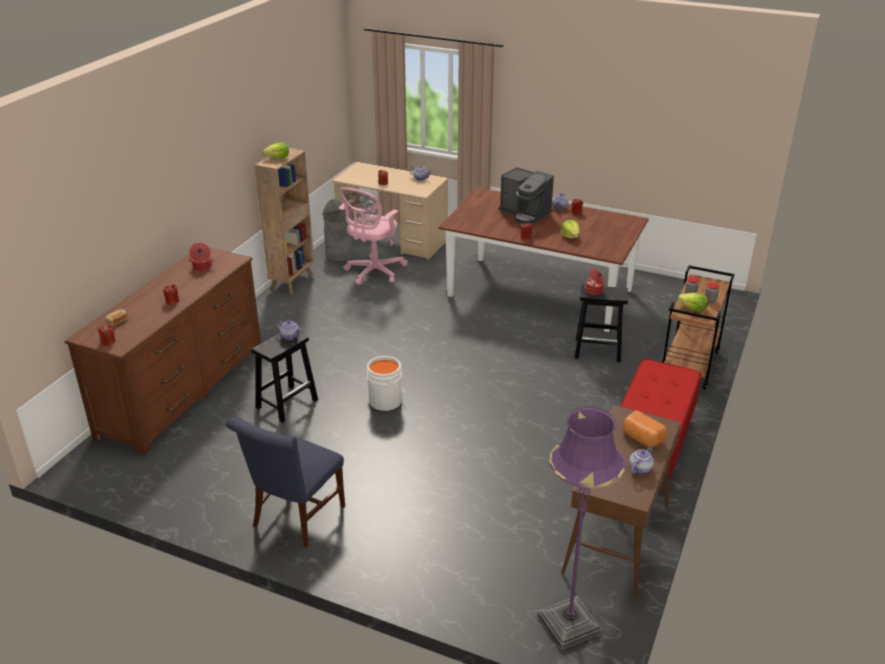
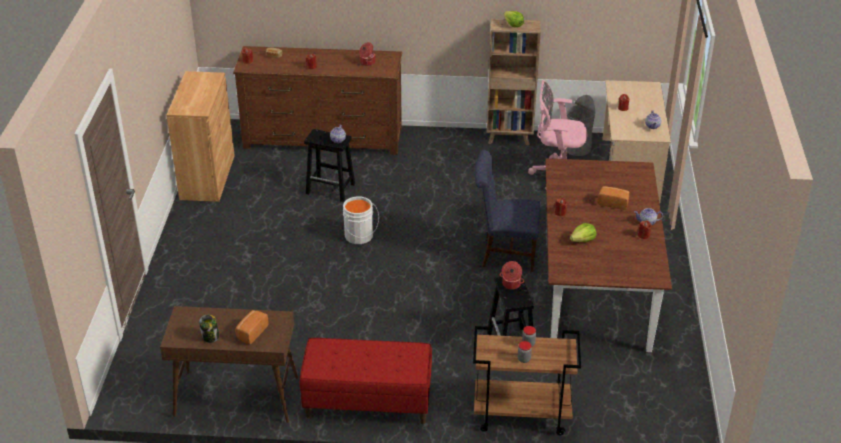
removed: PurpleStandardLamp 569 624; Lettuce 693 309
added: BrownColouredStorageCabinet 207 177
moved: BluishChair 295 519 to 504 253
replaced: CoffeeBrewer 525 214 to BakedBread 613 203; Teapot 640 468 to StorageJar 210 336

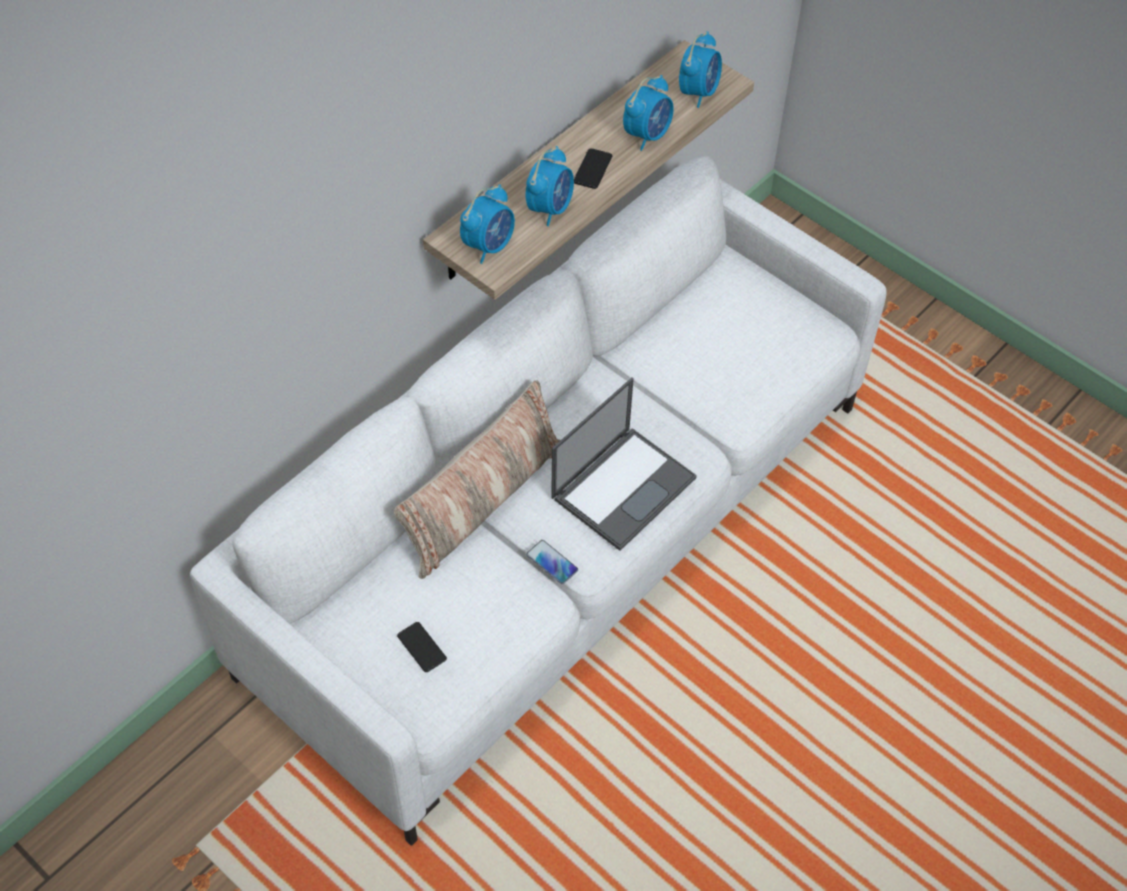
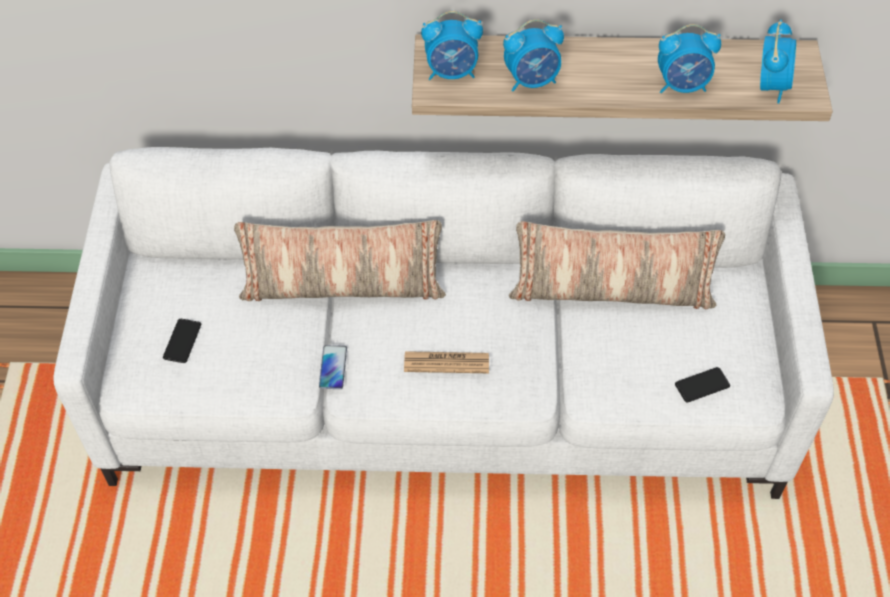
added: ThrowPillow 611 290
moved: Phone 592 169 to 702 385
replaced: PortableComputer 624 486 to Newspaper 446 363
turned: TableClock 698 92 = 771 85 60 degrees counterclockwise

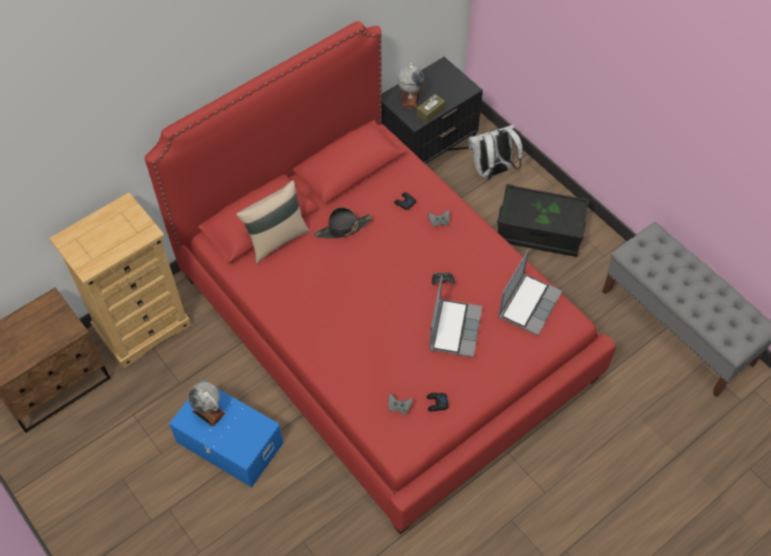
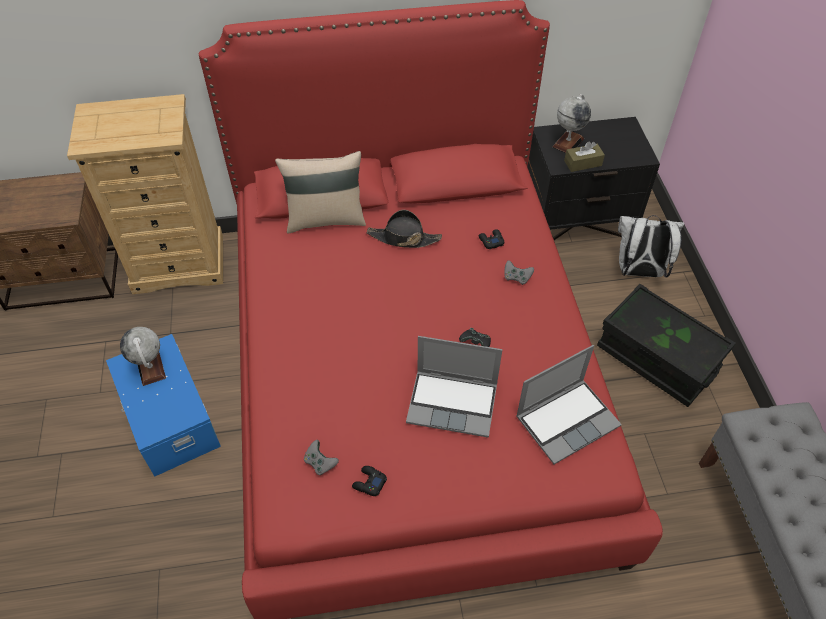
turned: PortableComputer 454 328 = 453 403 60 degrees clockwise

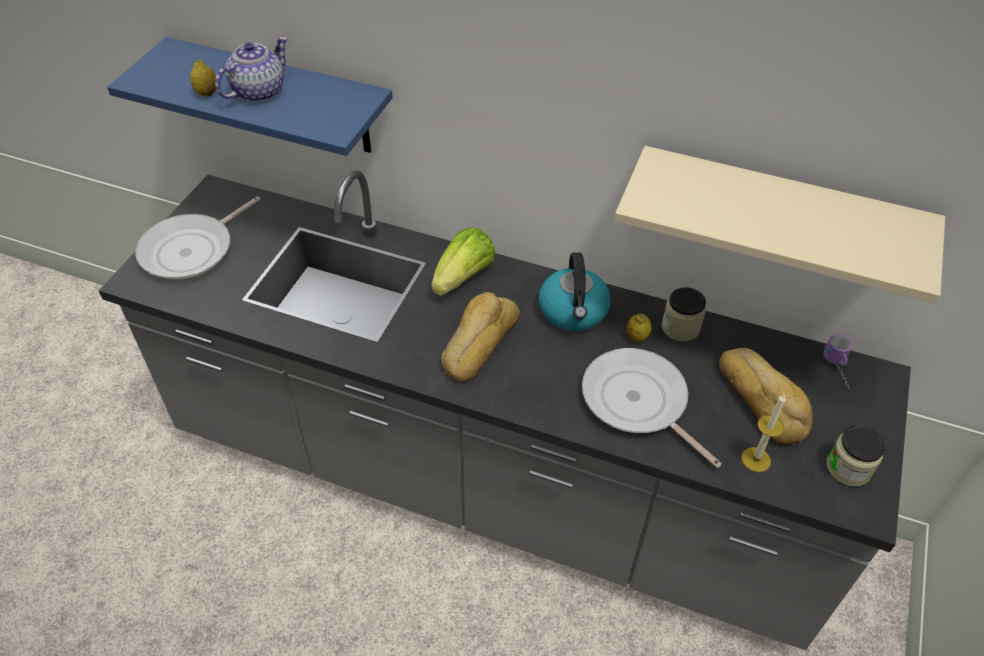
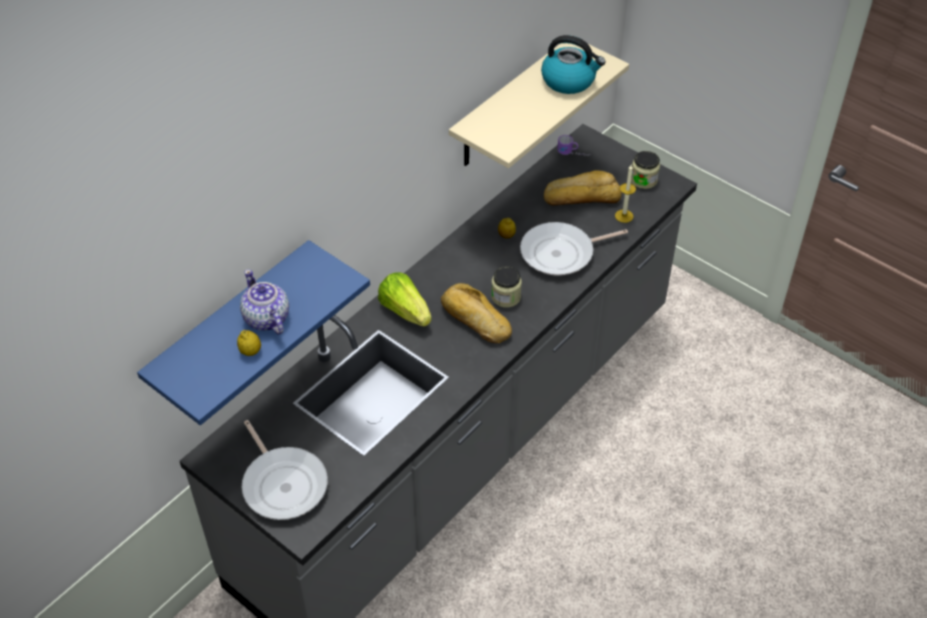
moved: TeaKettle 573 311 to 569 80; StorageJar 680 327 to 506 297

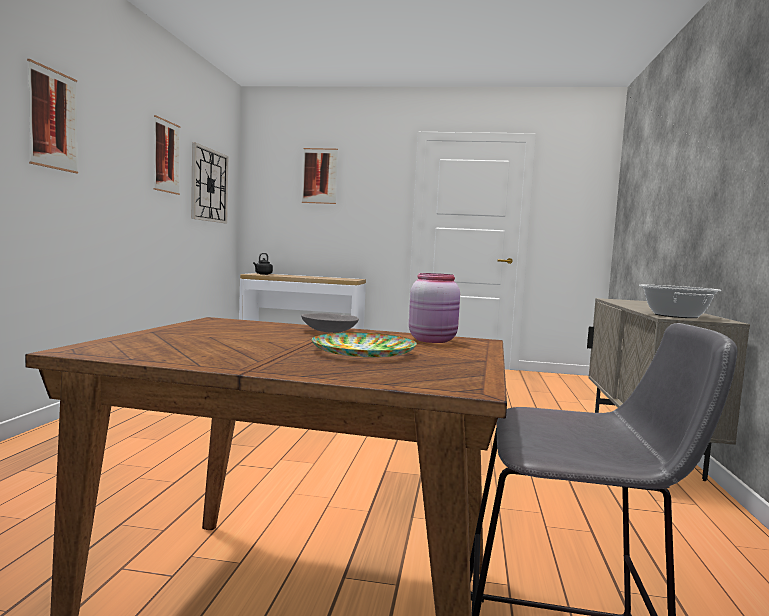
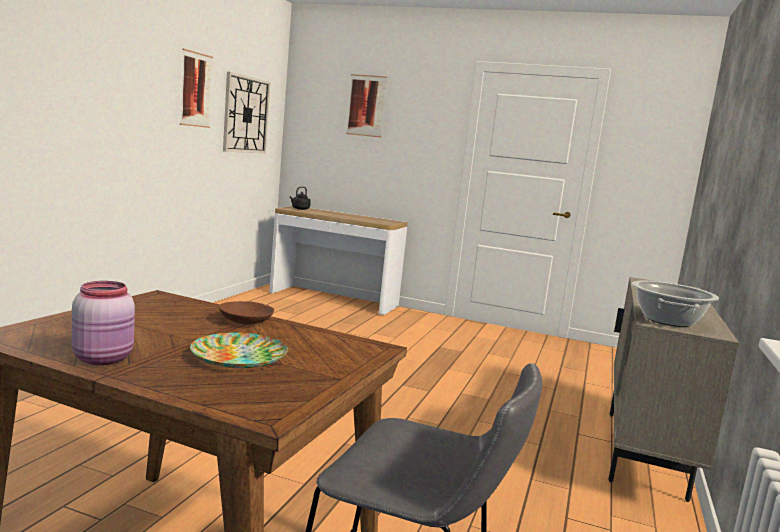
removed: Picture 53 119
moved: PinkStorageJar 433 340 to 104 359
recoloured: GreyDeepDish 330 331 to BrownColouredDeepDish 246 321

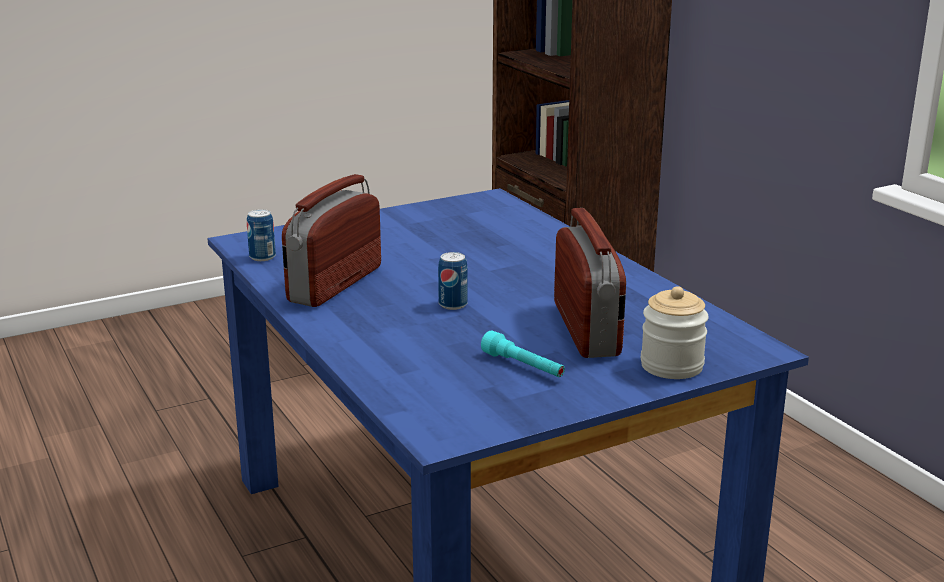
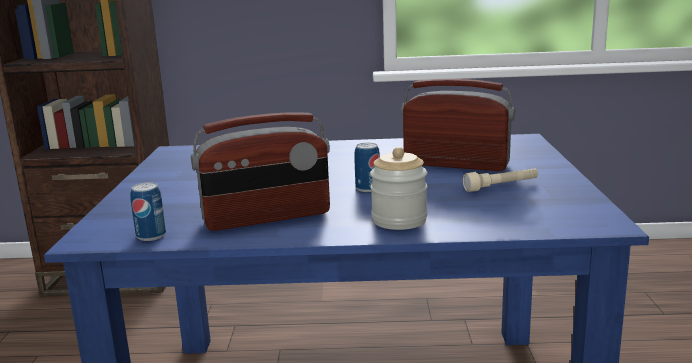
moved: StorageJar 671 366 to 399 220
recoloured: TurquoiseColouredFlashlight 523 367 to BeigeColouredFlashlight 501 187
turned: RadioReceiver 334 284 = 267 218 75 degrees counterclockwise

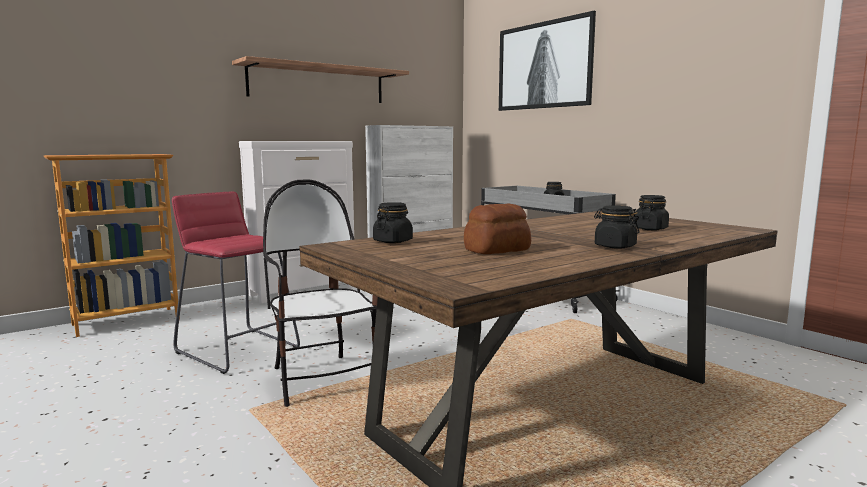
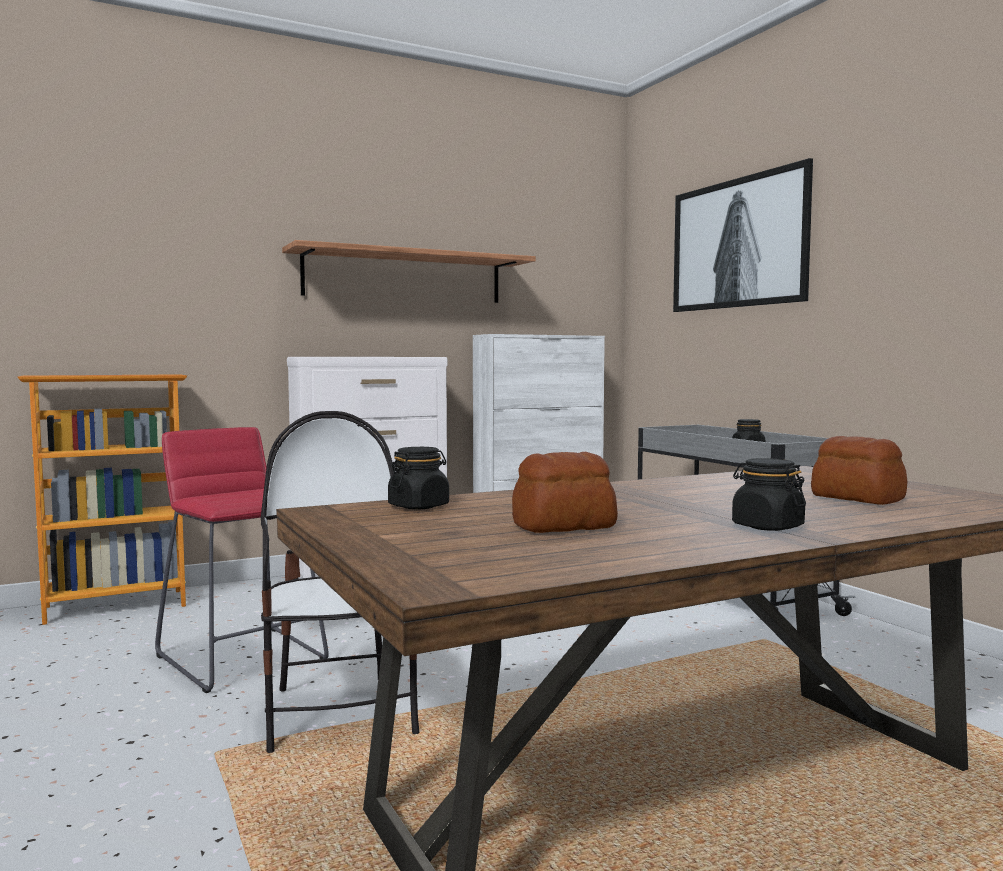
replaced: BlackishStorageJar 650 229 to BakedBread 857 498

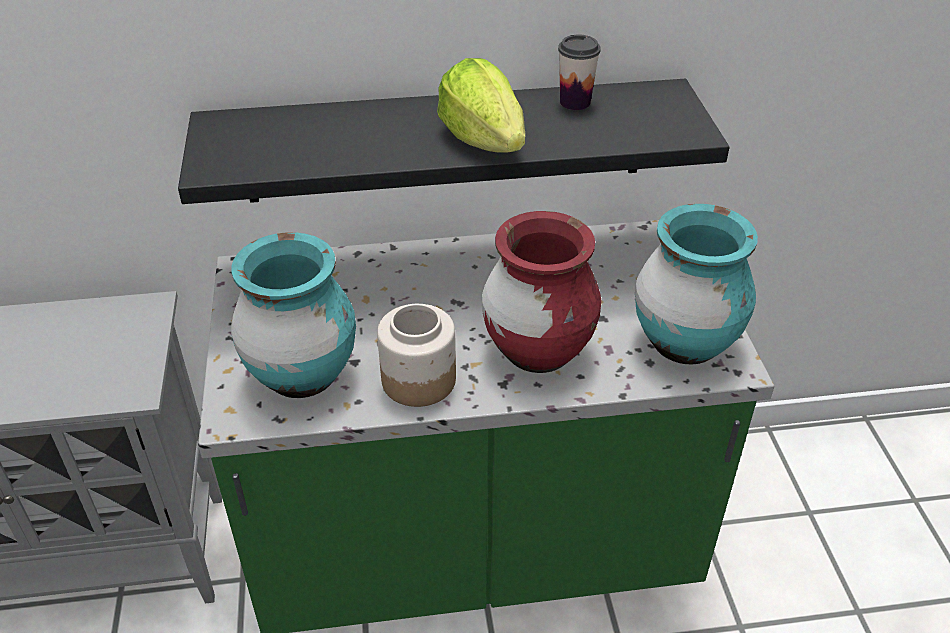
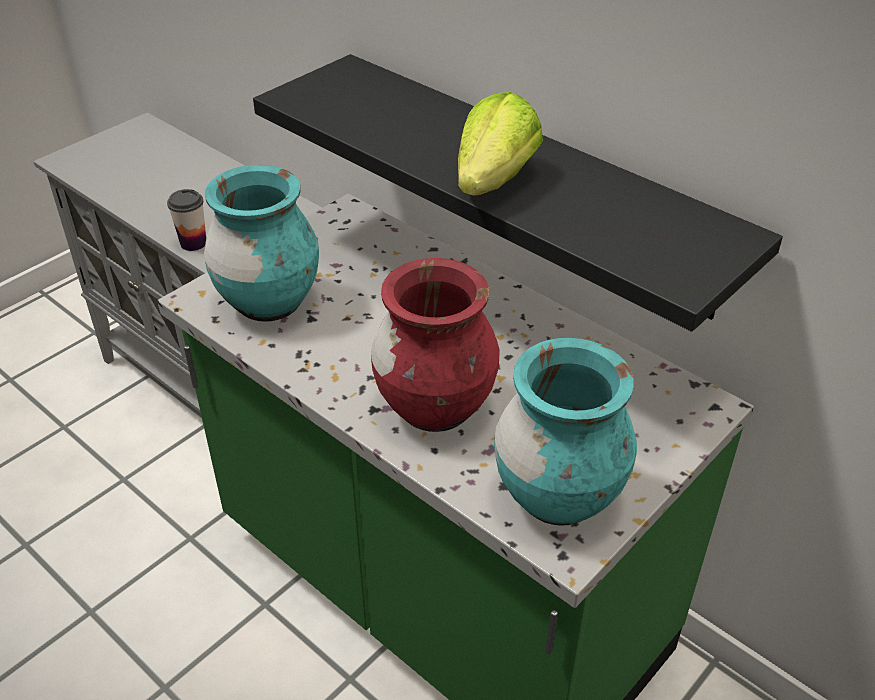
removed: StorageJar 418 380
moved: SmallCup 575 102 to 193 243

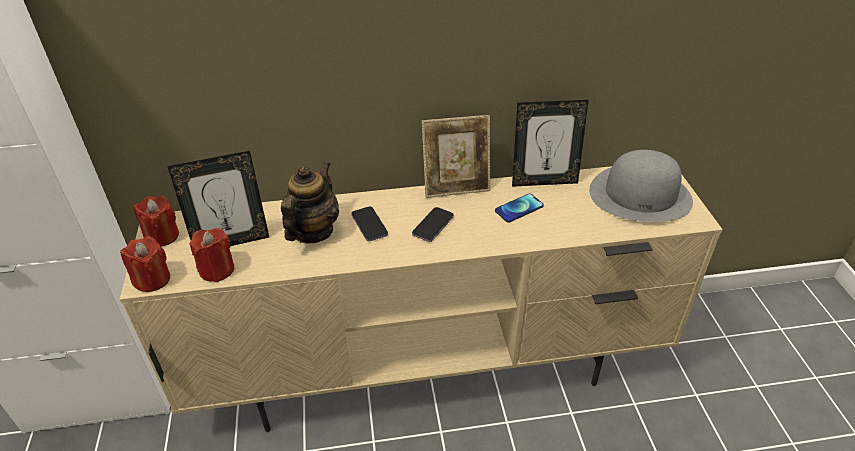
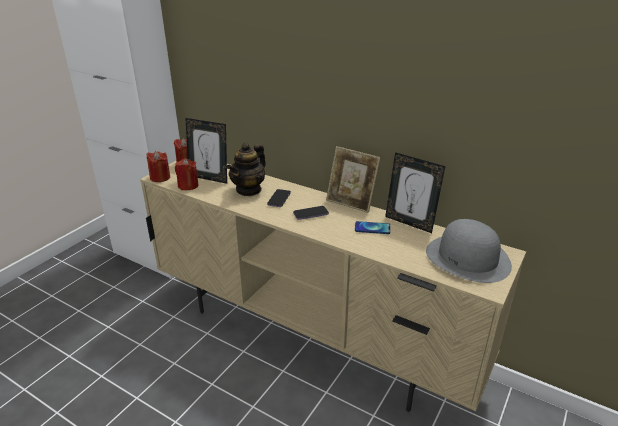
turned: Teapot 312 231 = 249 190 150 degrees clockwise

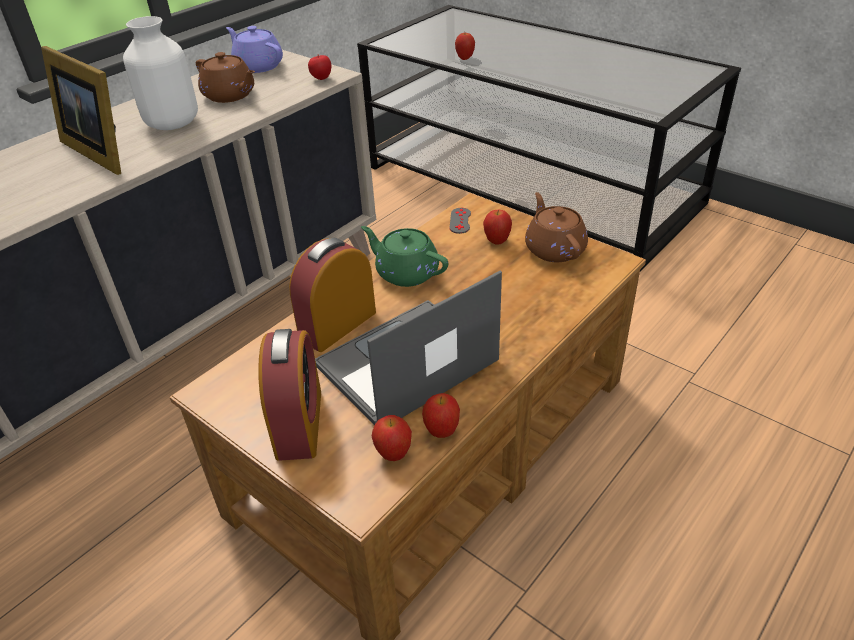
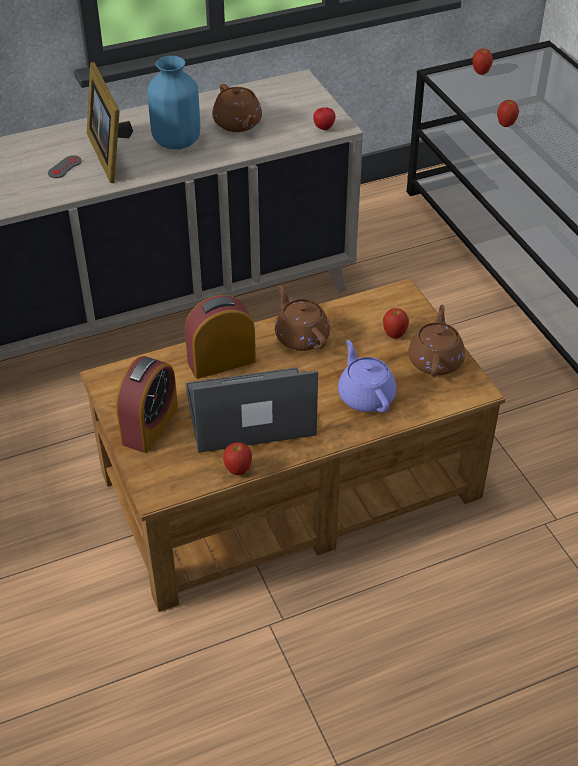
moved: PurpleTeapot 258 66 to 365 395; Apple 393 454 to 480 73; GreyJoypad 460 221 to 64 167
recoloured: WhiteColouredFlowerVase 173 123 to BluishFlowerVase 177 141; GreenColouredTeapot 406 273 to BrownColouredTeapot 301 336

